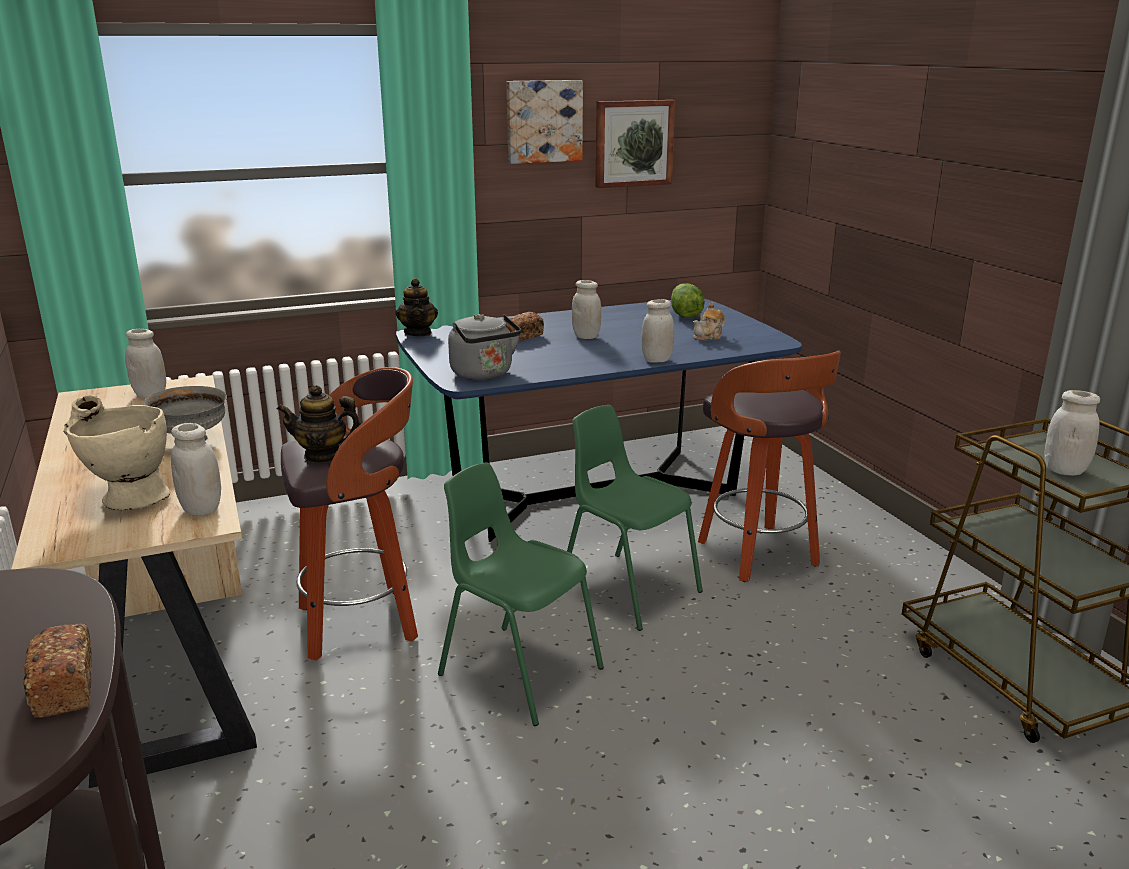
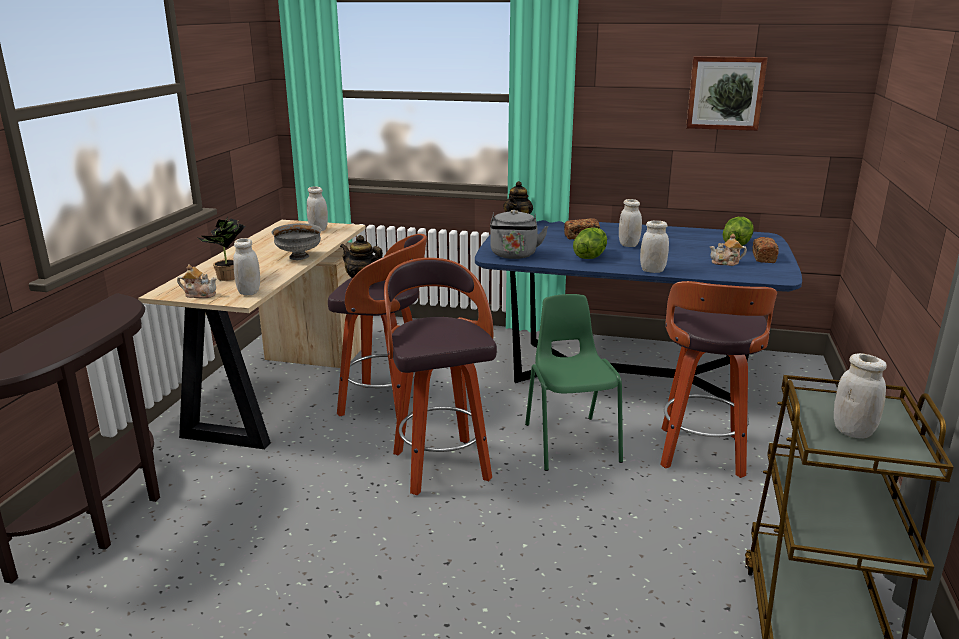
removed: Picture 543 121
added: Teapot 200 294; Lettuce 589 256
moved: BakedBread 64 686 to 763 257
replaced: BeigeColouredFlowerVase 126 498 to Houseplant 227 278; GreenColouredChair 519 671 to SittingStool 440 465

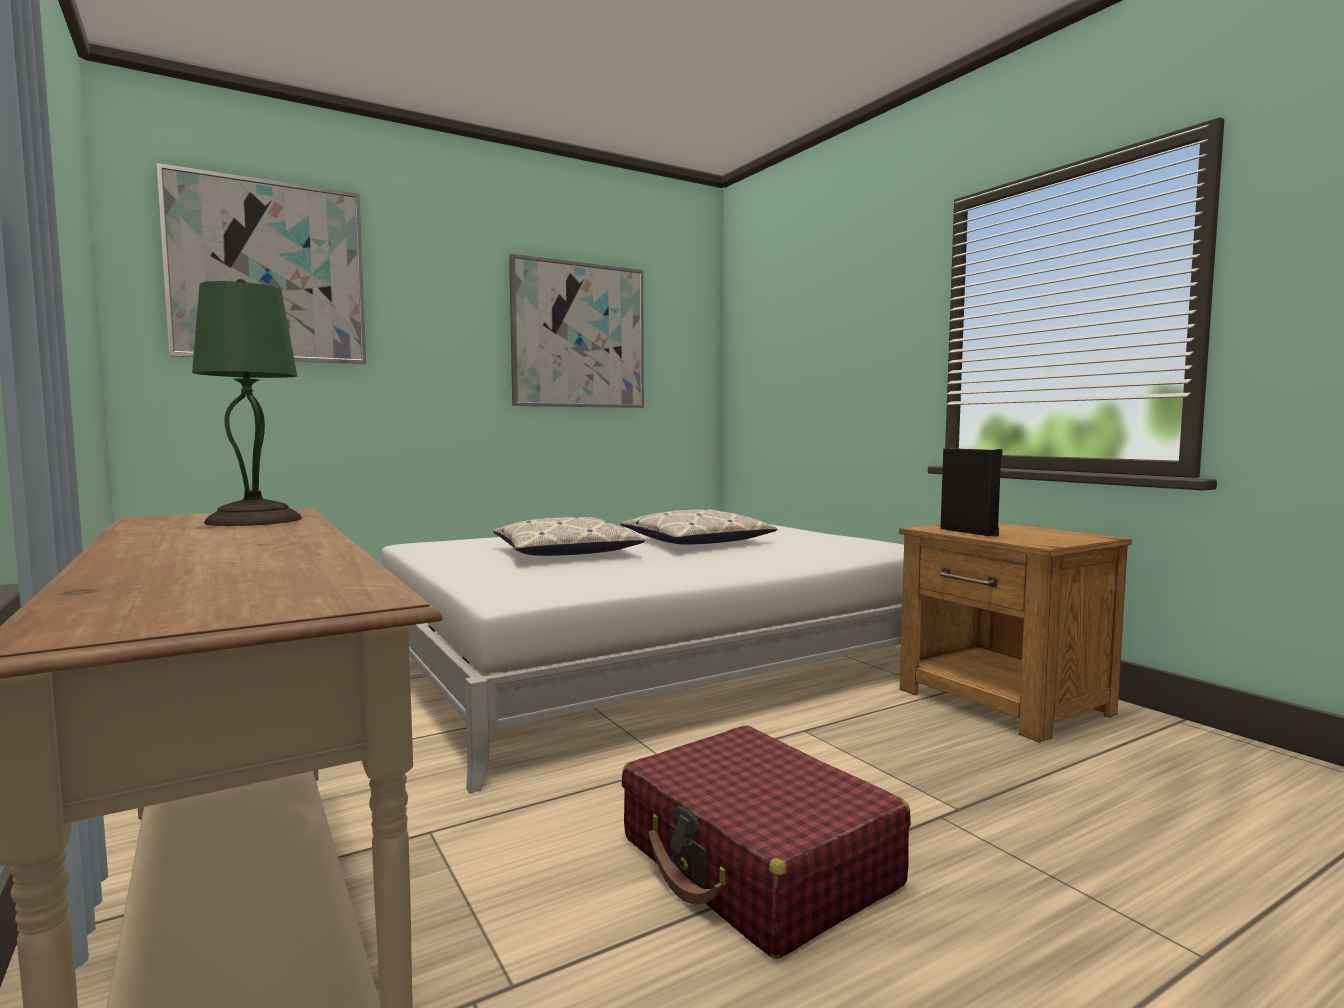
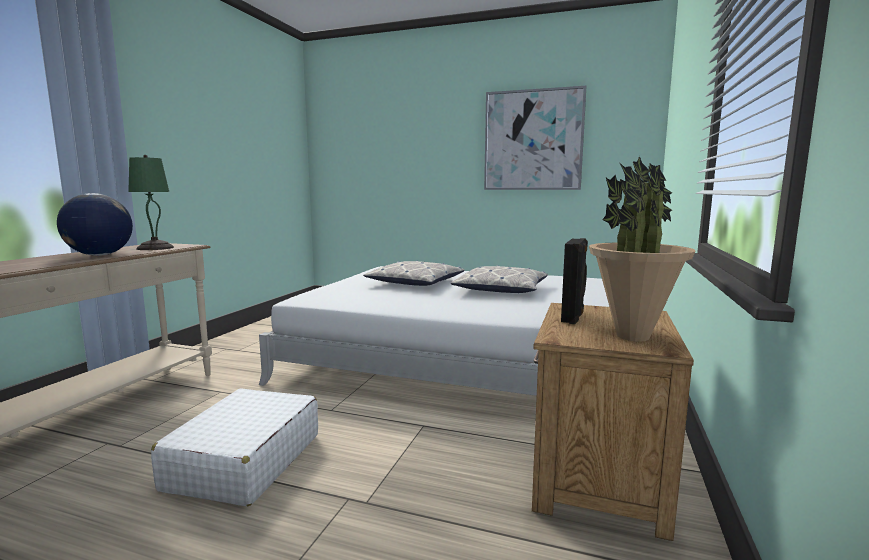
removed: Picture 268 272
added: DeskGlobe 99 255; Houseplant 633 337
recoloured: ReddishPieceOfLuggage 758 863 to WhiteColouredPieceOfLuggage 244 461

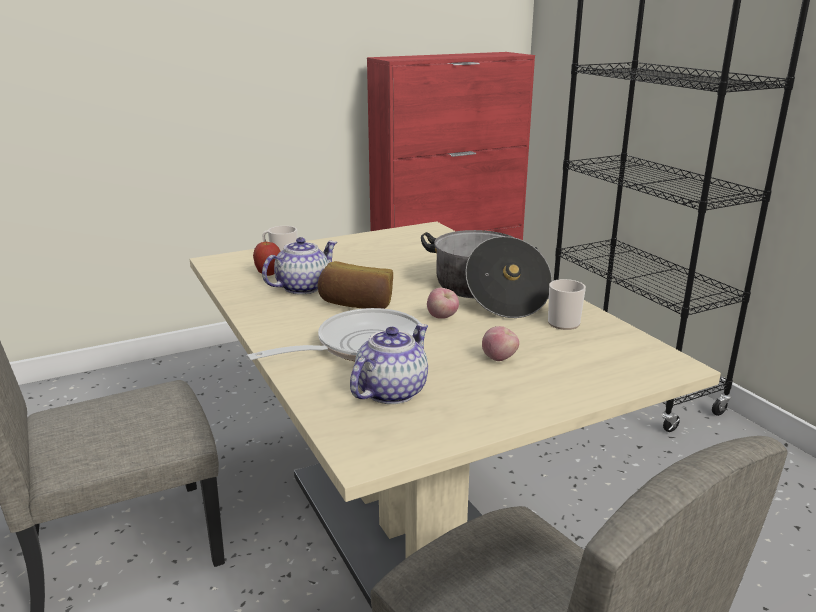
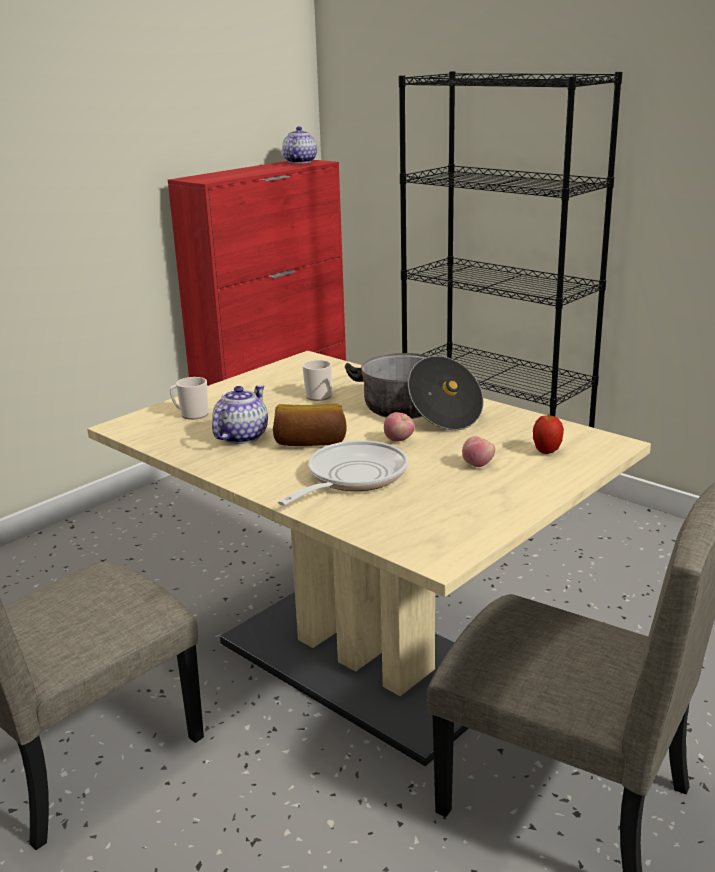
moved: Apple 268 274 to 546 452; Teapot 391 391 to 299 162; Mug 565 321 to 319 395

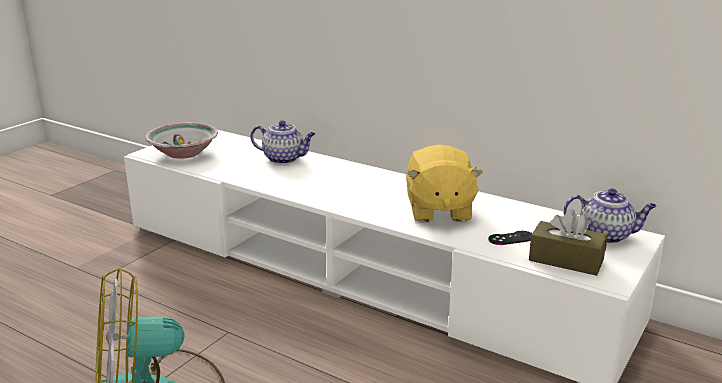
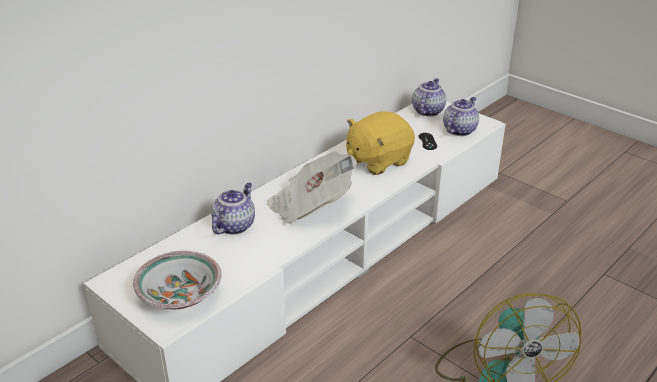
added: Newspaper 311 206
replaced: BrownColouredTissueBox 566 260 to Teapot 459 130
turned: YellowCuddlyToy 438 210 = 377 161 135 degrees clockwise

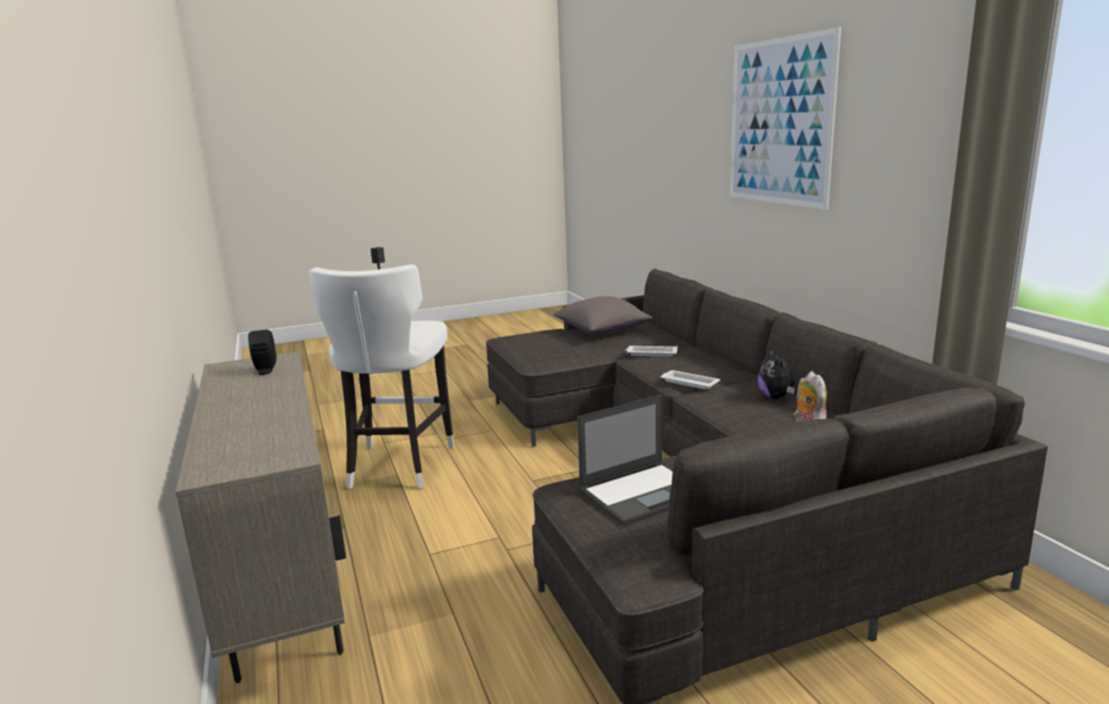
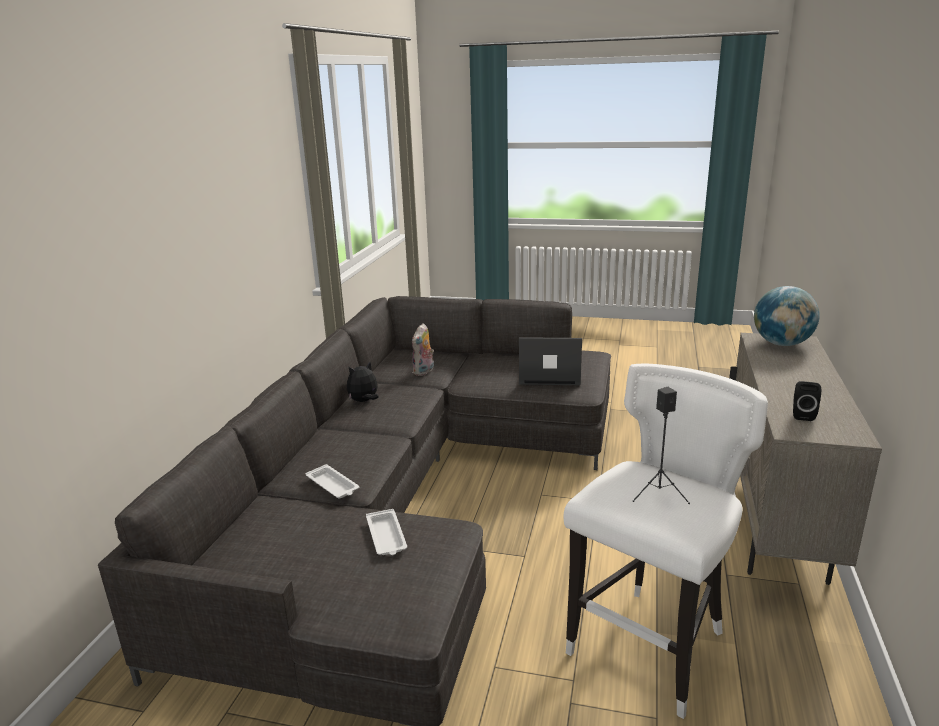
removed: GreyThrowPillow 602 331; Picture 779 122
added: DeskGlobe 781 344
moved: WhiteColouredTray 688 383 to 386 537
turned: CuddlyToy 776 397 = 364 401 150 degrees counterclockwise

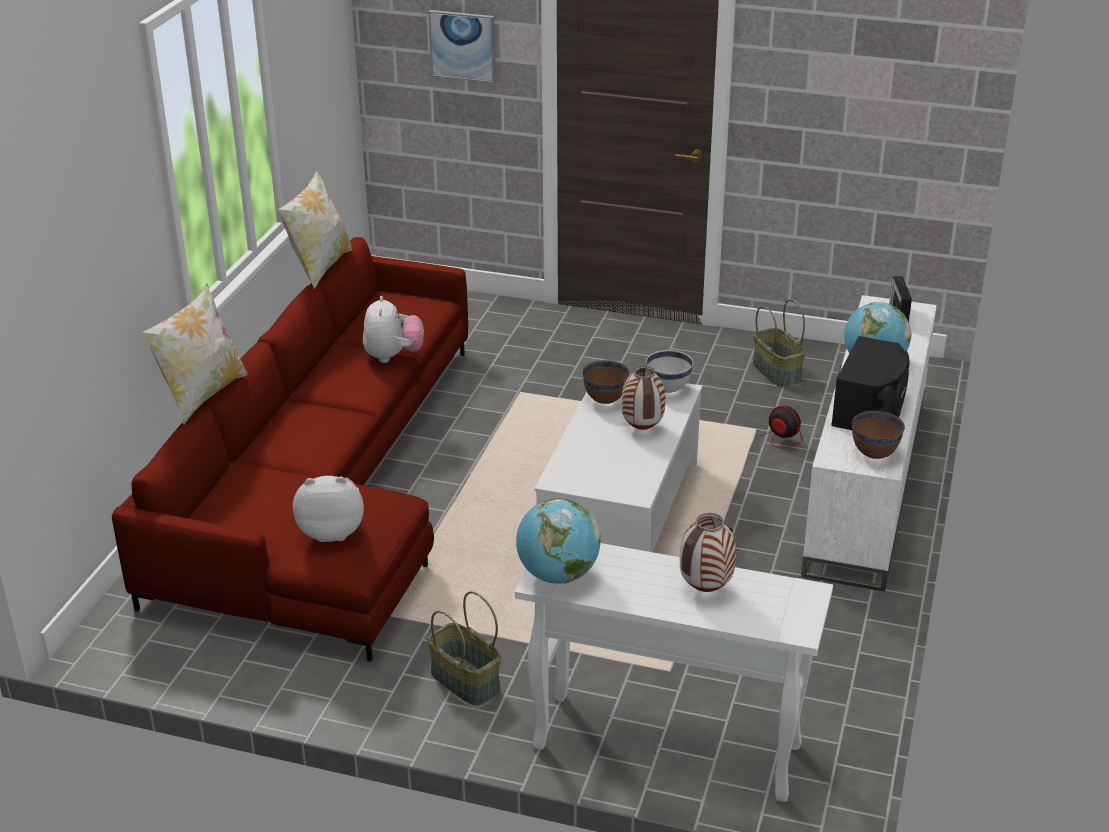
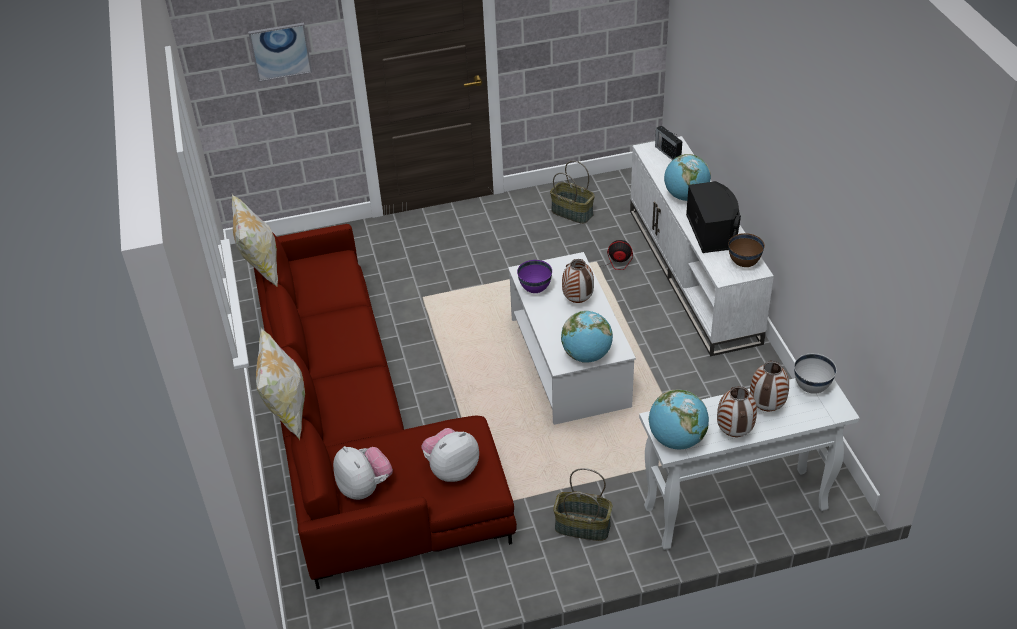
added: DeskGlobe 586 355; FlowerVase 734 433
moved: CuddlyToy 393 356 to 365 487; WhiteColouredDeepDish 668 389 to 811 387
recoloured: BrownColouredDeepDish 605 400 to PurpleDeepDish 535 289

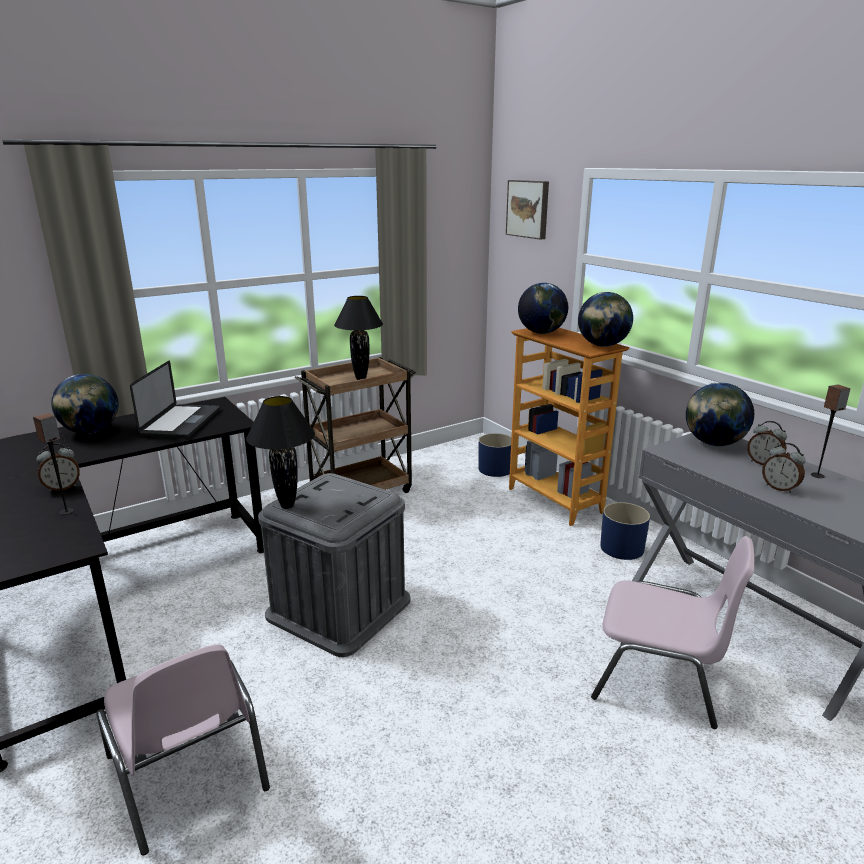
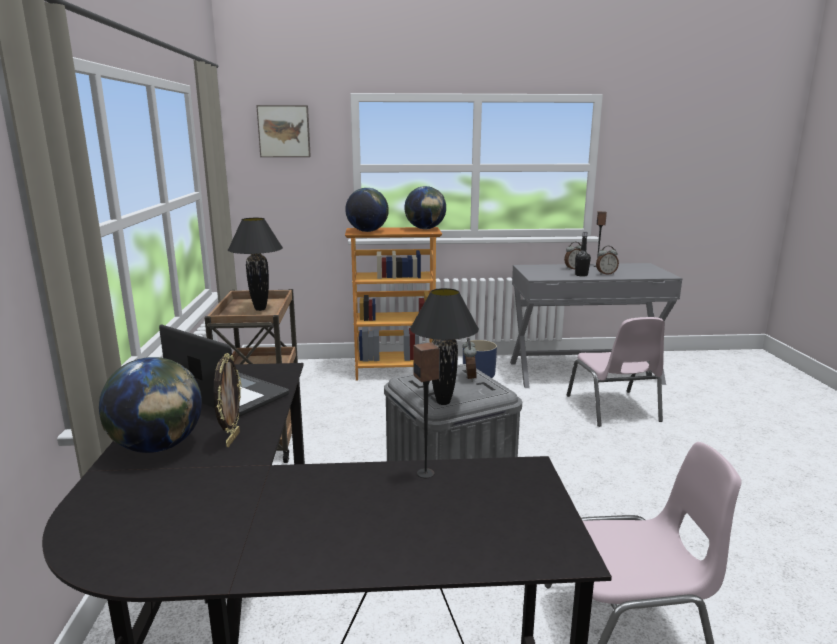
removed: BluishPlanter 495 469; DeskGlobe 713 443
added: PictureFrame 232 439; BlackishDrinkBottle 581 275
moved: TableClock 62 487 to 469 377
turned: PinkChair 658 678 = 613 409 120 degrees clockwise

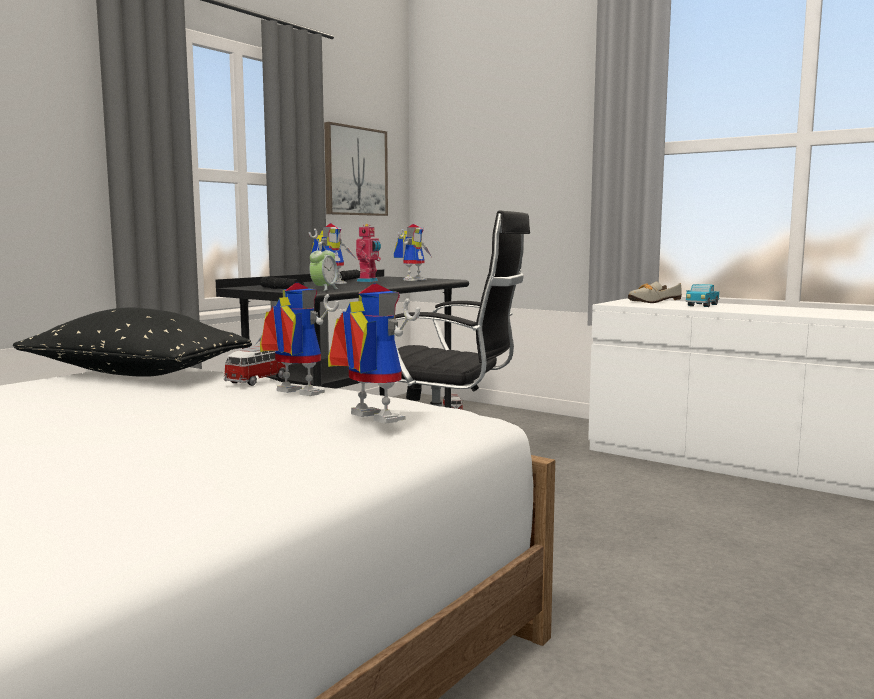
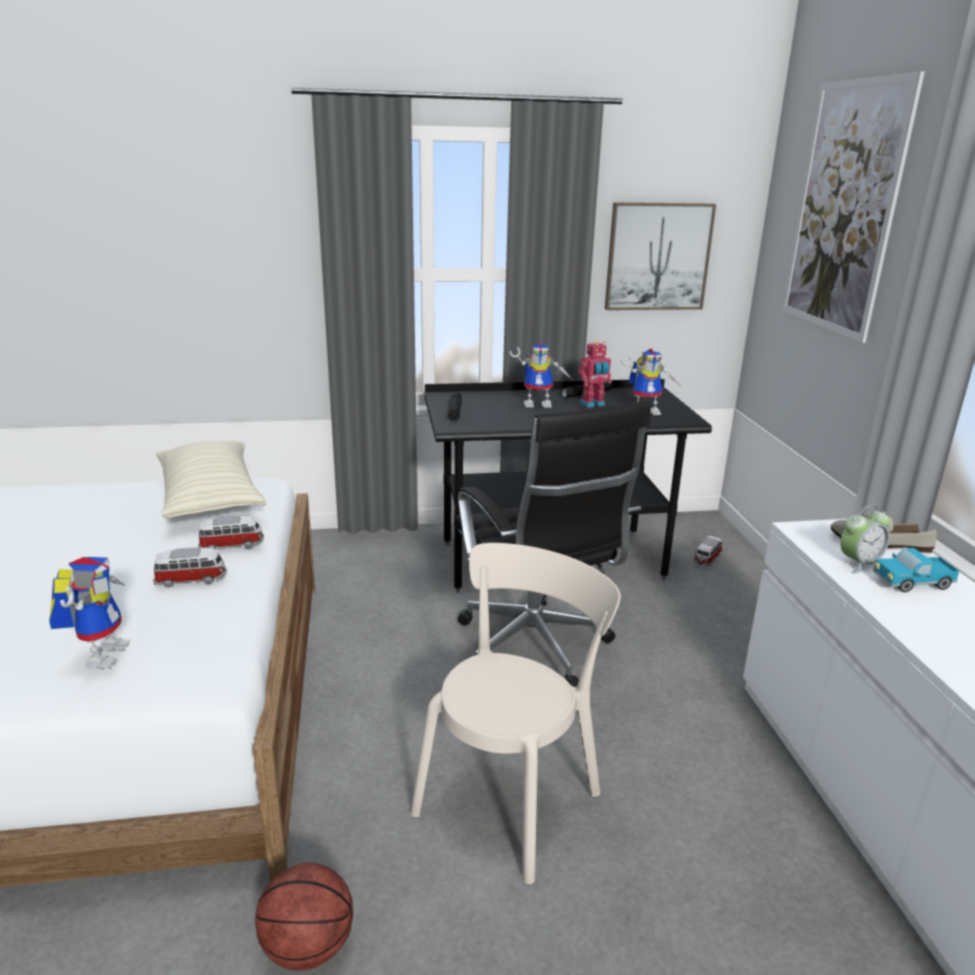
added: Basketball 307 947; BeigeColouredChair 511 797; Picture 844 208
moved: TableClock 324 289 to 859 564
replaced: RobotFigure 292 393 to ToyCar 191 579
recoloured: BlackishThrowPillow 136 374 to BeigeColouredThrowPillow 210 498

